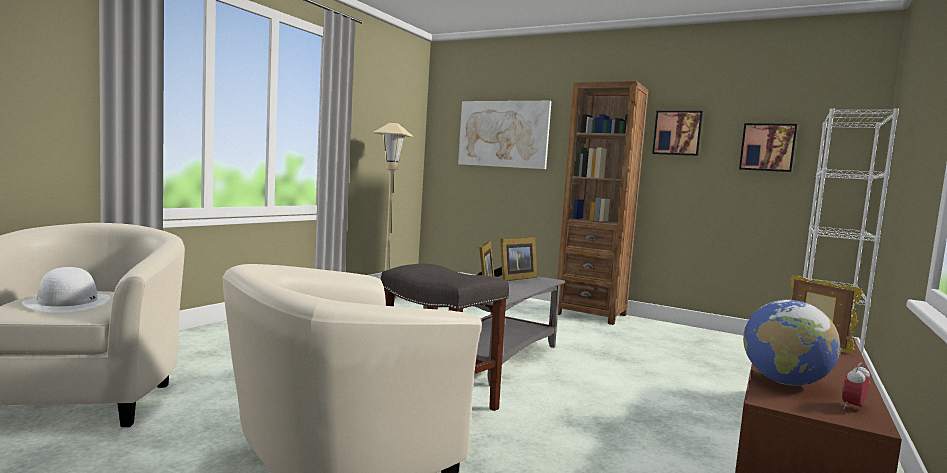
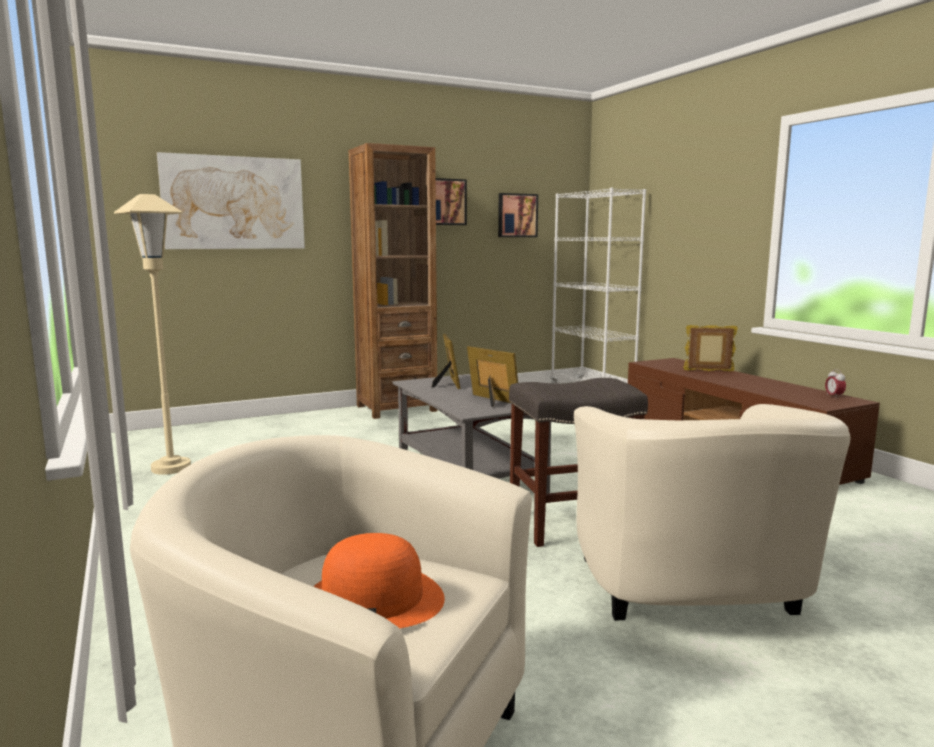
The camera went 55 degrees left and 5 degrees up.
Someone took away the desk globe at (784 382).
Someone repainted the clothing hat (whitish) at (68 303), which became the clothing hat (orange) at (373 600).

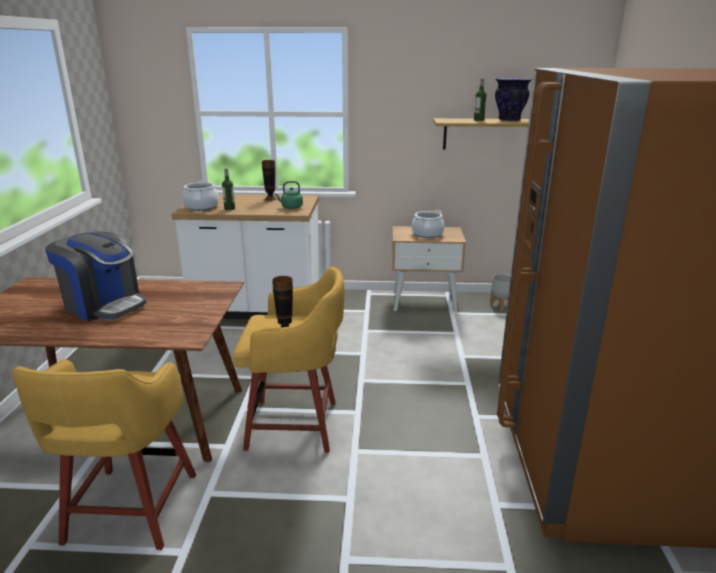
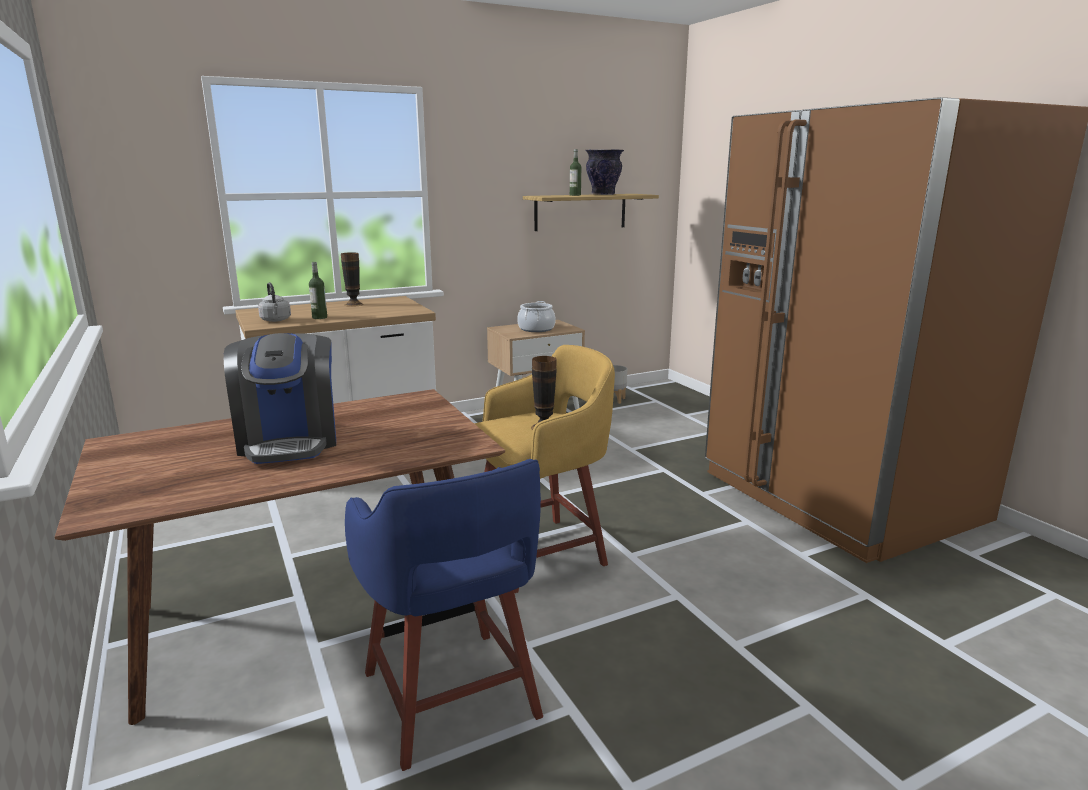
The camera went 30 degrees left and 5 degrees down.
Someone took away the tea kettle (greenish) at (290 207).
Someone swapped the stockpot at (201 207) for the tea kettle (greyish) at (276 320).
Someone repainted the sitting stool (yellow) at (129 511), which became the sitting stool (blue-coloured) at (451 699).
Someone rotated the coffee maker at (104 305) by 75 degrees clockwise.

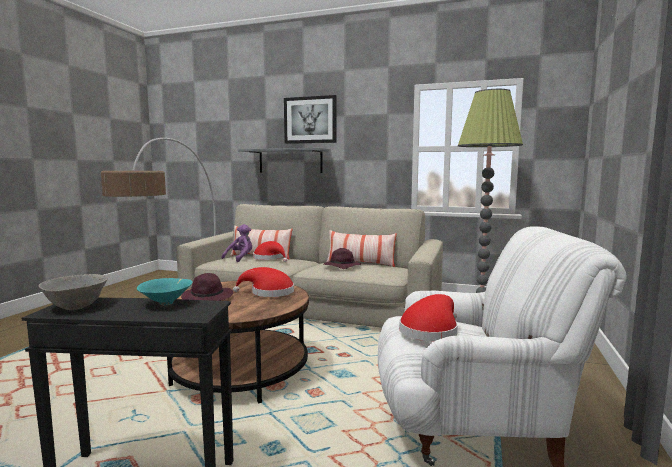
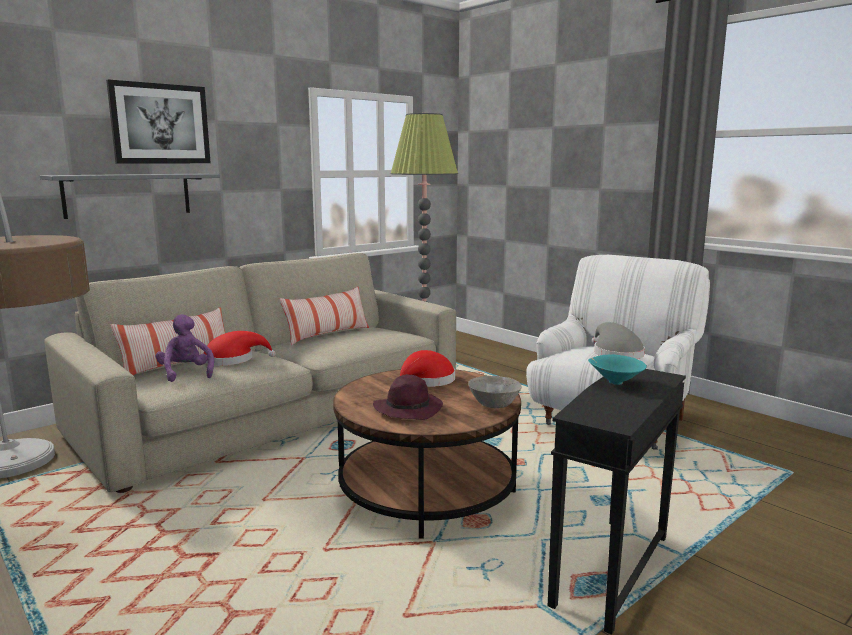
The camera went 60 degrees left and 5 degrees up.
Someone took away the clothing hat (purplish) at (341 266).
Someone carried the deep dish (greyish) from (77 306) to (493 405).
Someone repainted the clothing hat (red) at (430 331), which became the clothing hat (greyish) at (615 353).

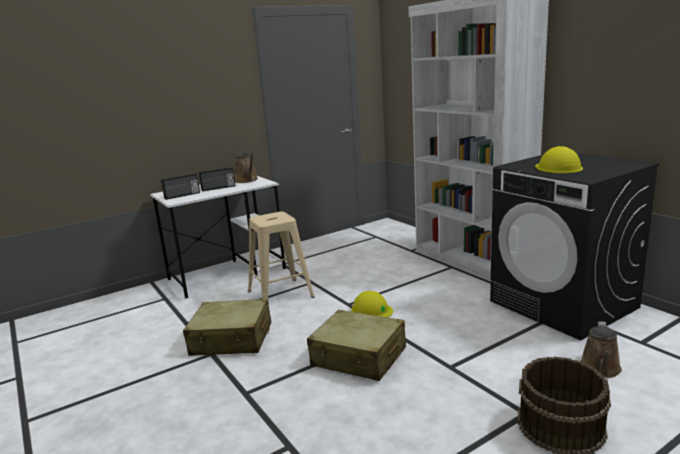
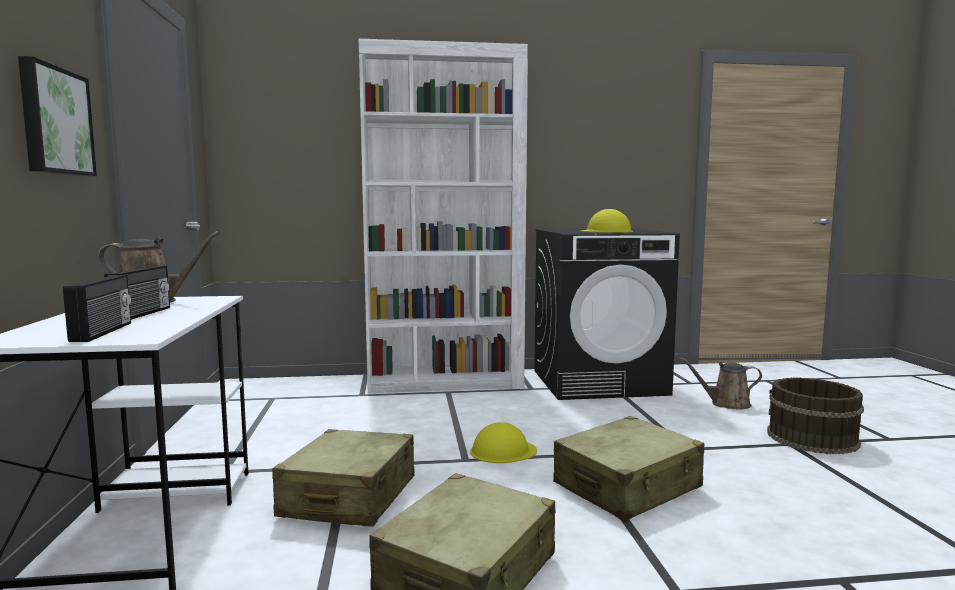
The camera went 65 degrees left and 10 degrees down.
Someone put up the picture at (54 121).
Someone swapped the sitting stool (sand-coloured) at (280 294) for the travel case (sand-coloured) at (348 497).
Someone rotated the sprinkling can (brownish) at (600 369) by 135 degrees clockwise.

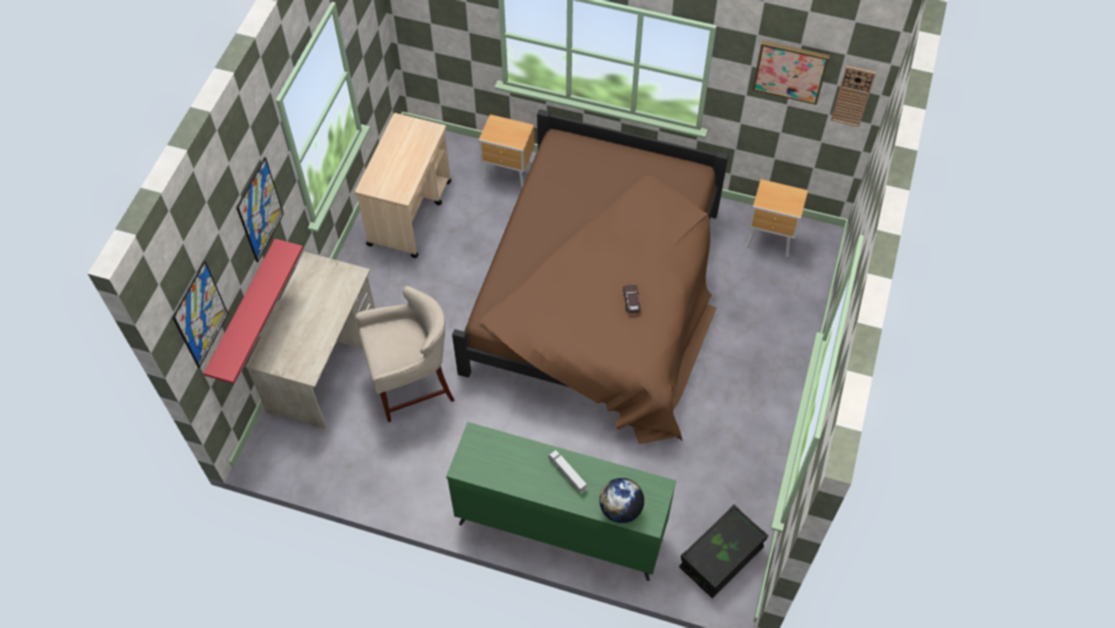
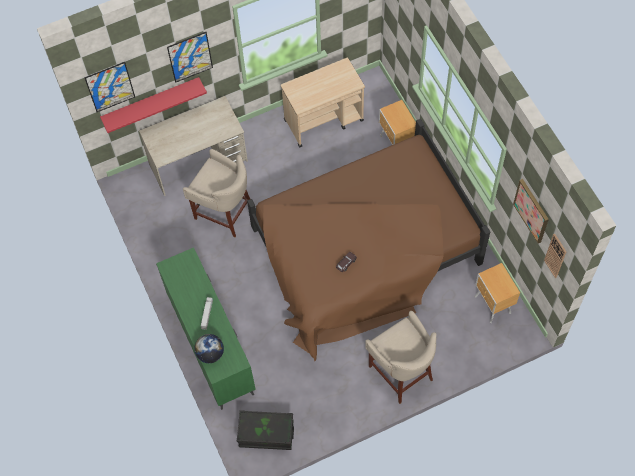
The camera went 50 degrees right and 5 degrees up.
Someone put down the sitting stool (sand-coloured) at (401 371).

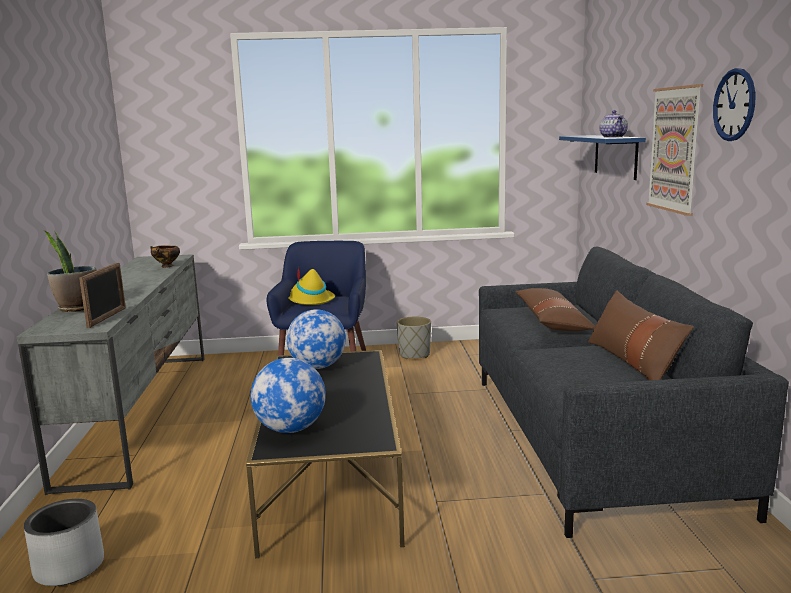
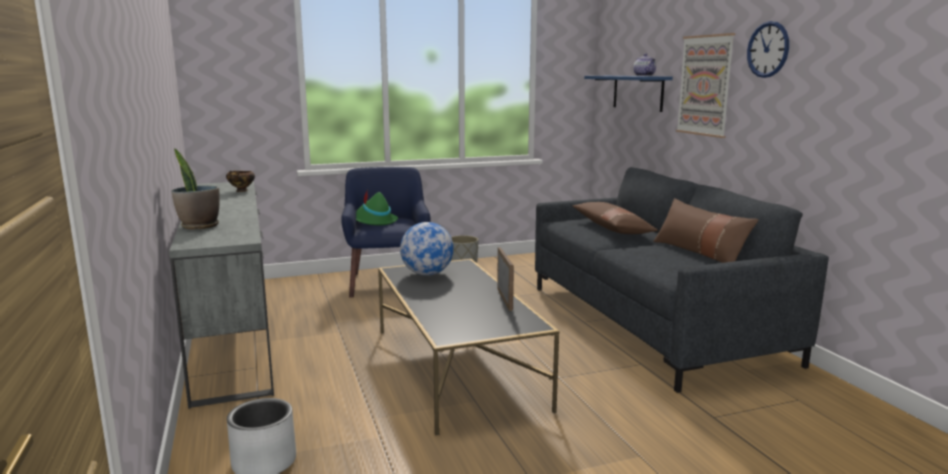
The camera went 15 degrees left and 0 degrees up.
Someone took away the desk globe at (291 429).
Someone carried the photo frame from (107 317) to (504 299).
Someone repainted the clothing hat (yellow) at (309 299), which became the clothing hat (greenish) at (373 221).

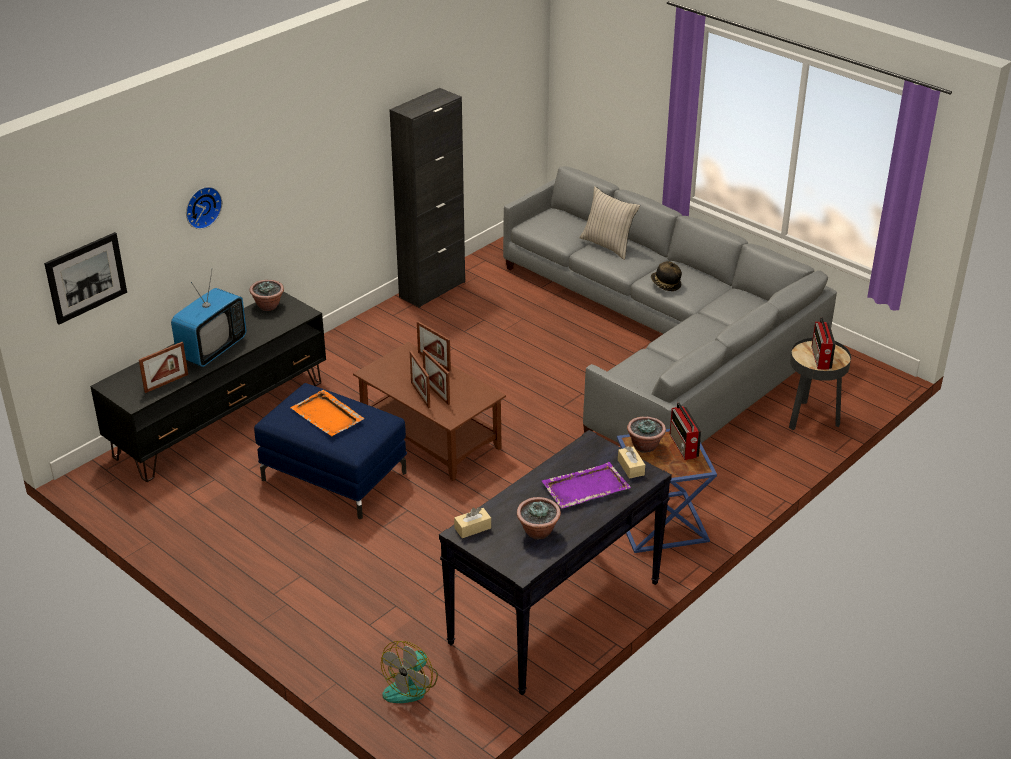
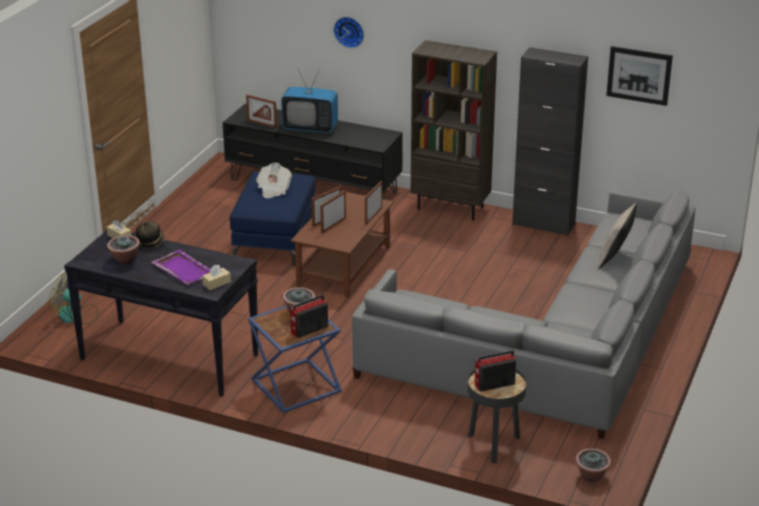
The camera went 70 degrees right and 5 degrees down.
Someone put down the bookcase (brownish) at (451 208).
Someone carried the picture from (86 277) to (639 75).
Someone carried the plant in a pot from (268 306) to (591 476).
Someone carried the clothing hat from (665 284) to (150 242).
Someone swapped the carrying tray (orange) at (327 416) for the newspaper at (273 190).

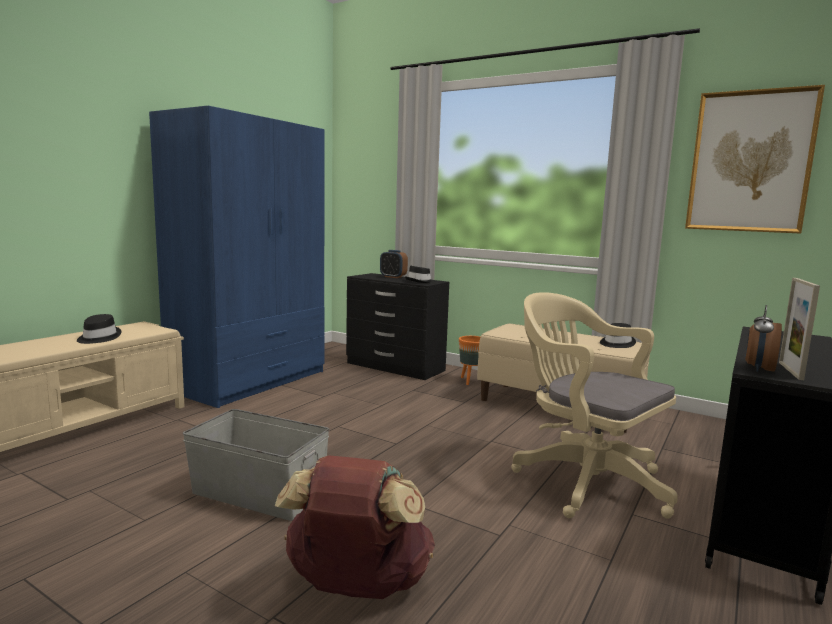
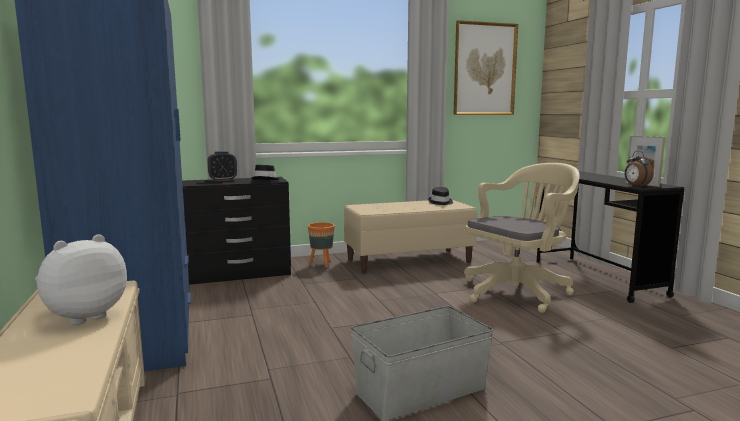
The camera went 50 degrees left and 0 degrees up.
Someone took away the backpack (brownish) at (356 587).
Someone swapped the clothing hat (black-coloured) at (98 338) for the plush toy at (83 316).
Someone rotated the computer chair (sand-coloured) at (584 480) by 150 degrees clockwise.

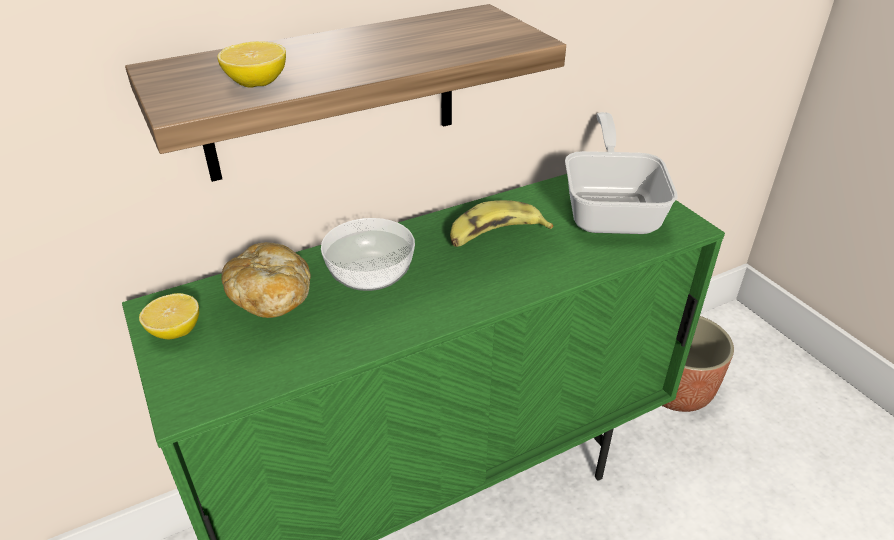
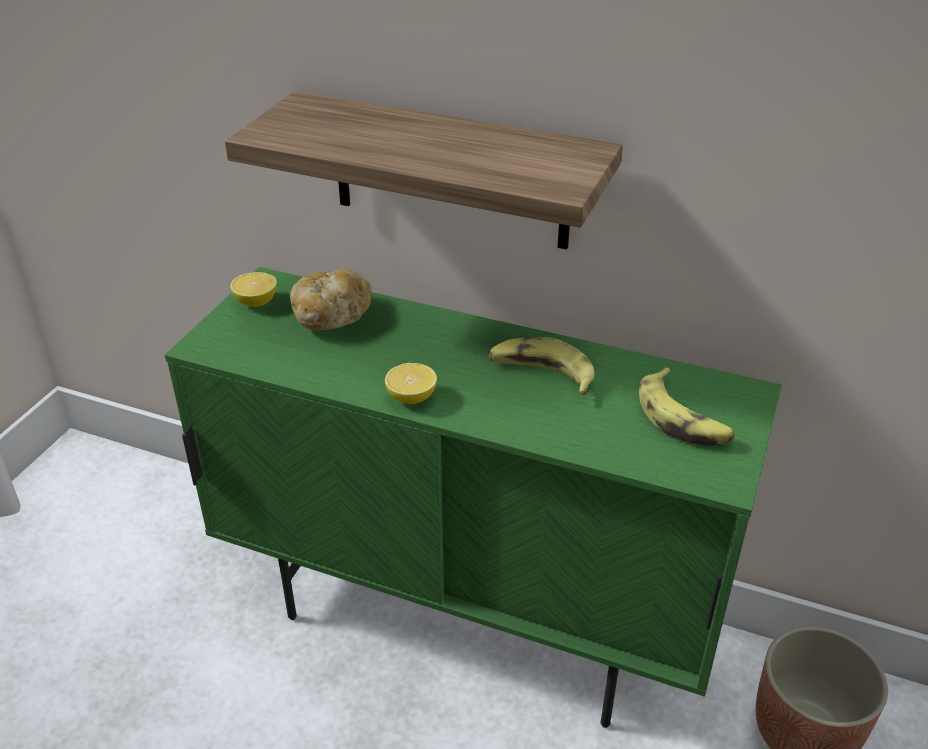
The camera went 50 degrees right and 0 degrees up.
Someone took away the deep dish at (369 273).
Someone carried the lemon from (257 83) to (411 397).
Someone swapped the pan at (611 208) for the banana fruit at (682 419).

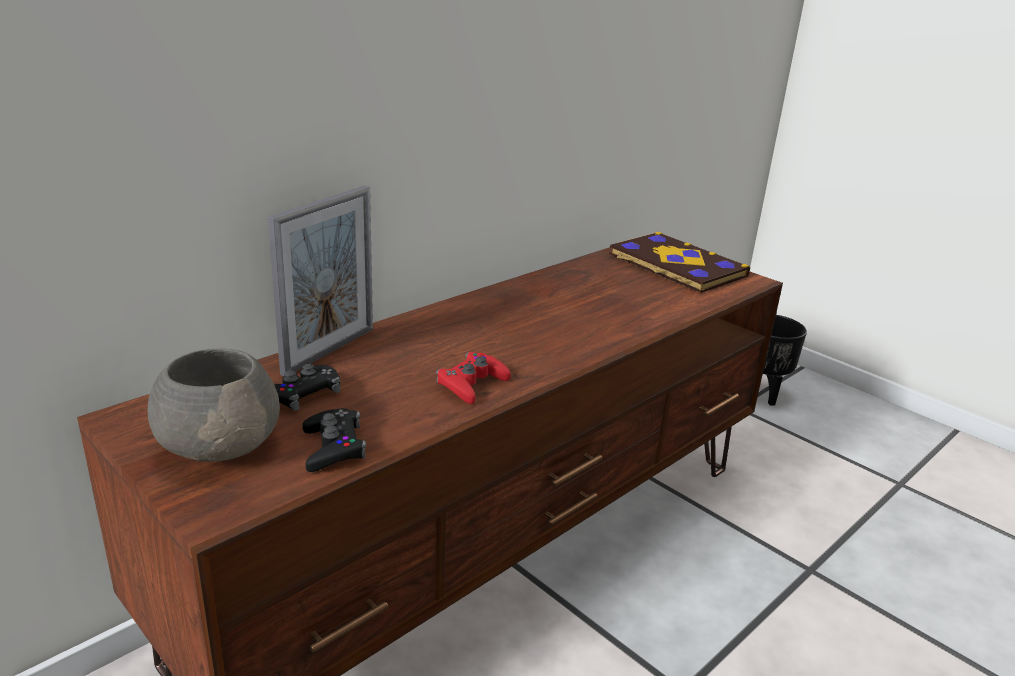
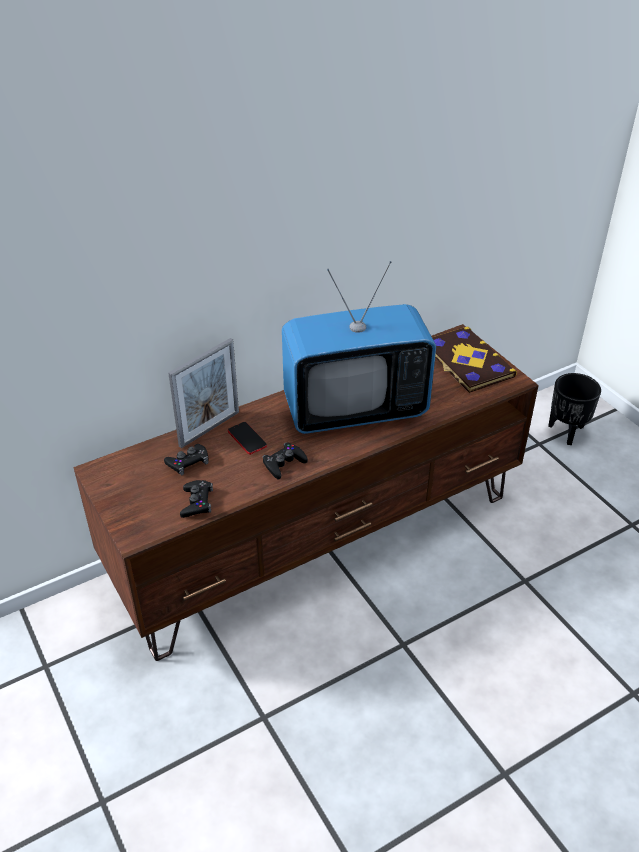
The camera went 15 degrees right and 15 degrees up.
Someone took away the deep dish (greyish) at (220 444).
Someone put down the telephone at (247 439).
Someone put down the TV at (355 409).
Someone repainted the gamepad (red) at (472 384), which became the gamepad (black-coloured) at (284 464).

